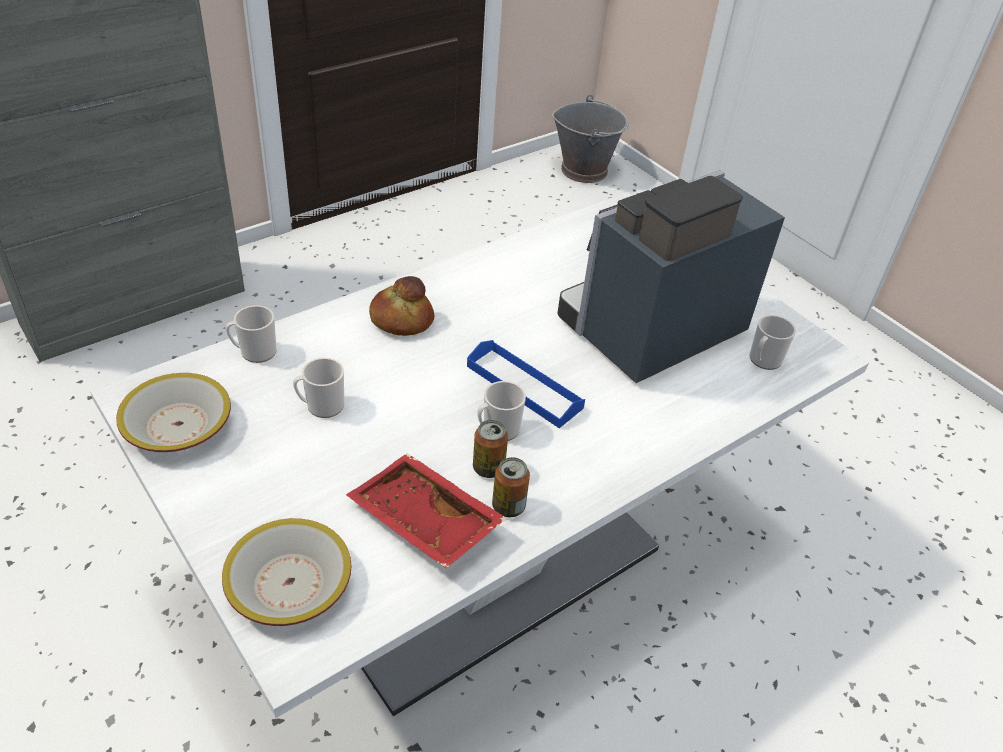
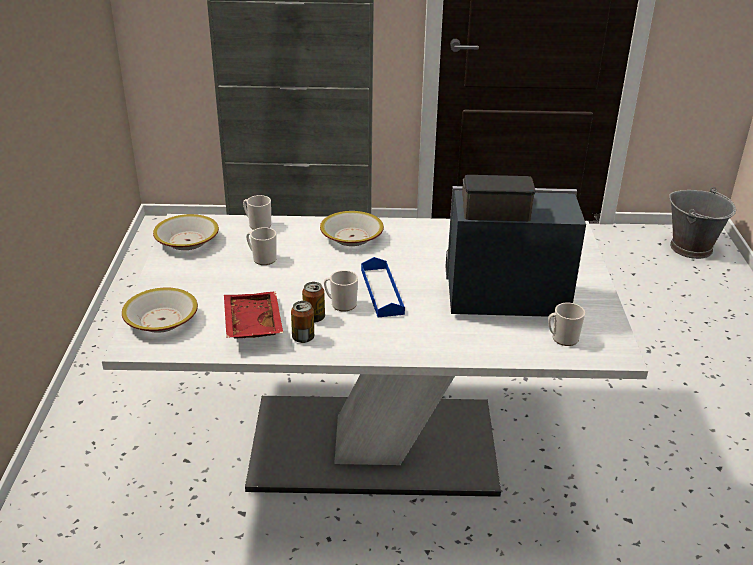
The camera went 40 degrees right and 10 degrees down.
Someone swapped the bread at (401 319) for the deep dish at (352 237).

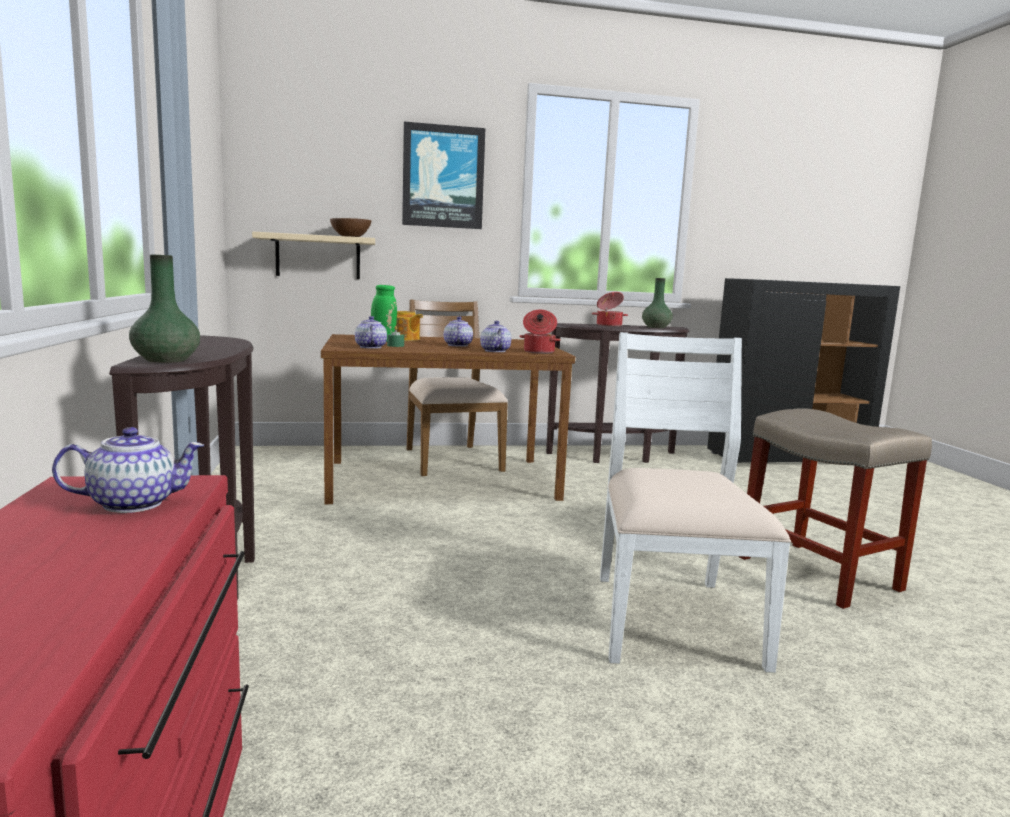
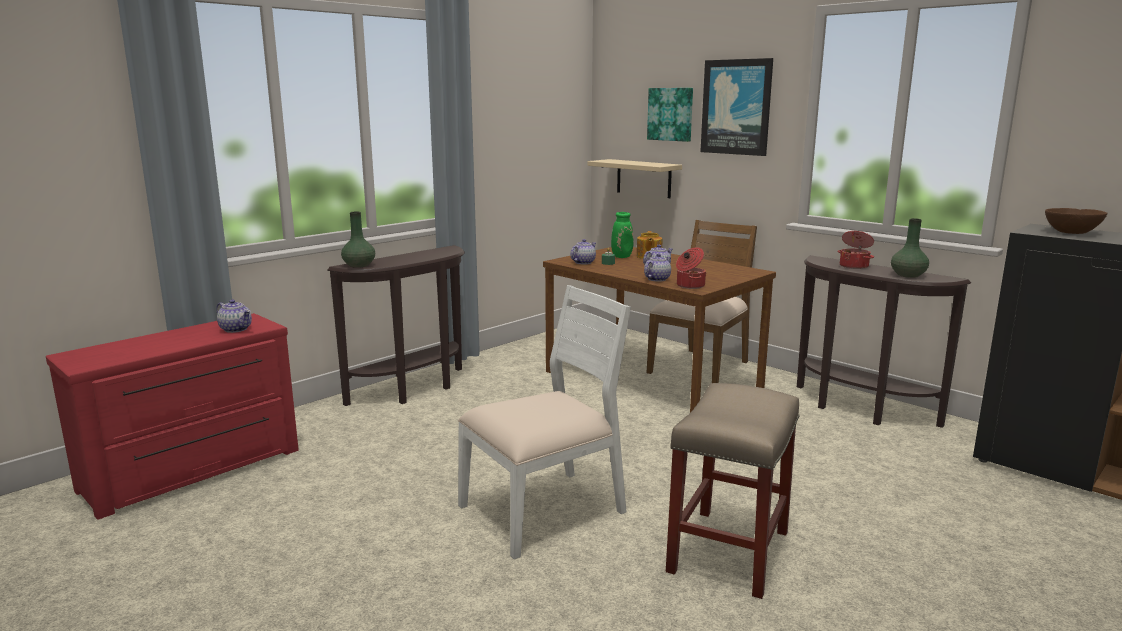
The camera went 55 degrees right and 5 degrees up.
Someone put up the picture at (671 114).
Someone carried the deep dish (brownish) from (350 237) to (1071 232).

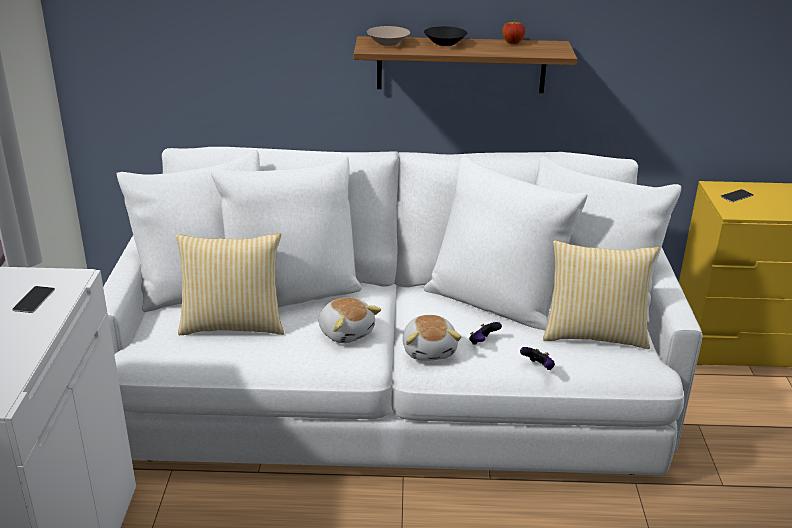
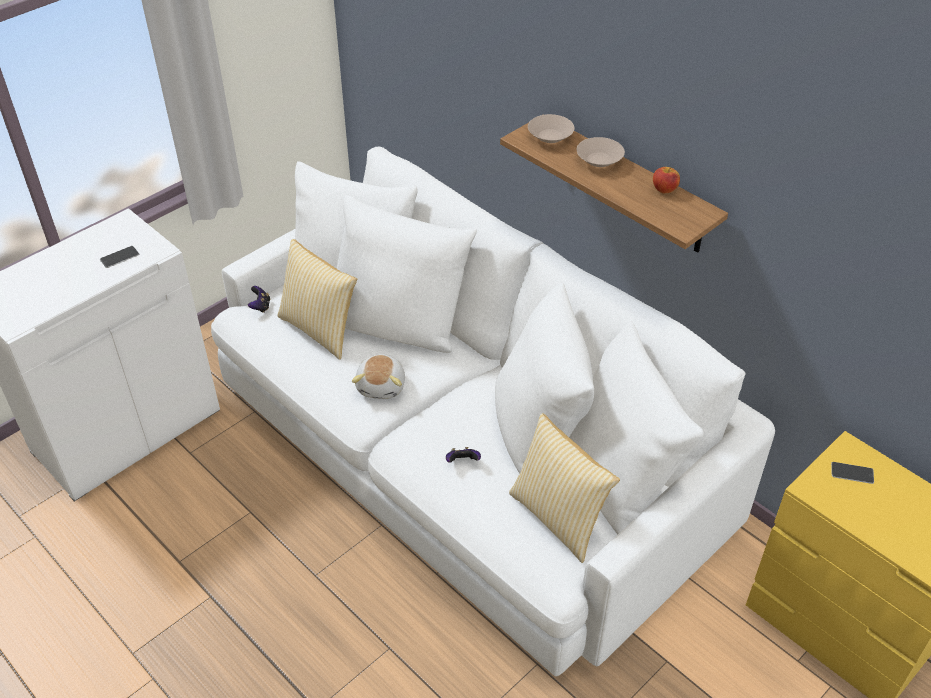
The camera went 45 degrees right and 15 degrees up.
Someone took away the plush toy at (429 350).
Someone carried the gamepad from (538 367) to (260 306).
Someone repainted the deep dish (black-coloured) at (444 43), which became the deep dish (sand-coloured) at (598 161).

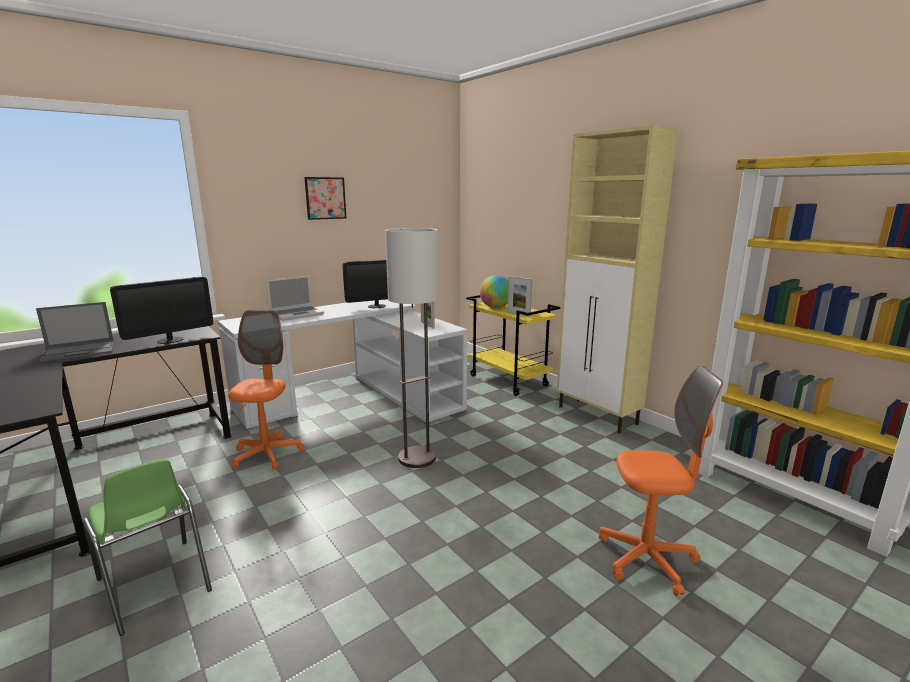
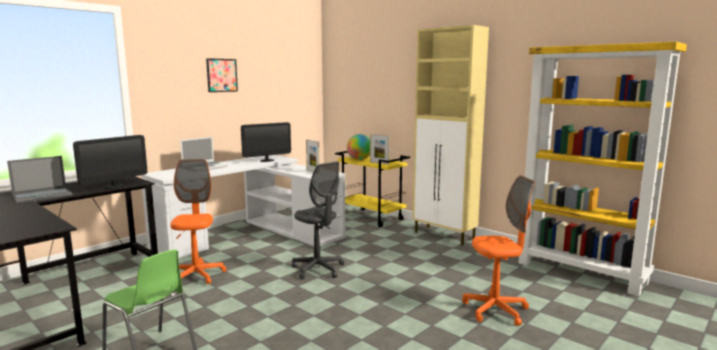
The camera went 10 degrees left and 5 degrees down.
Someone swapped the standing lamp at (417 458) for the computer chair (greyish) at (318 269).

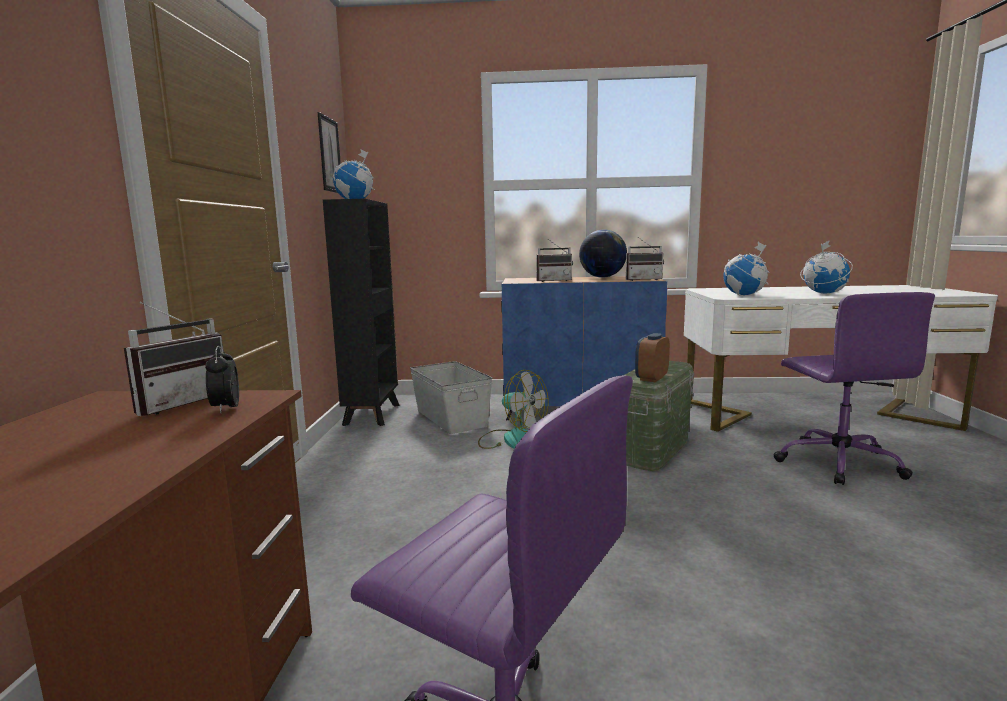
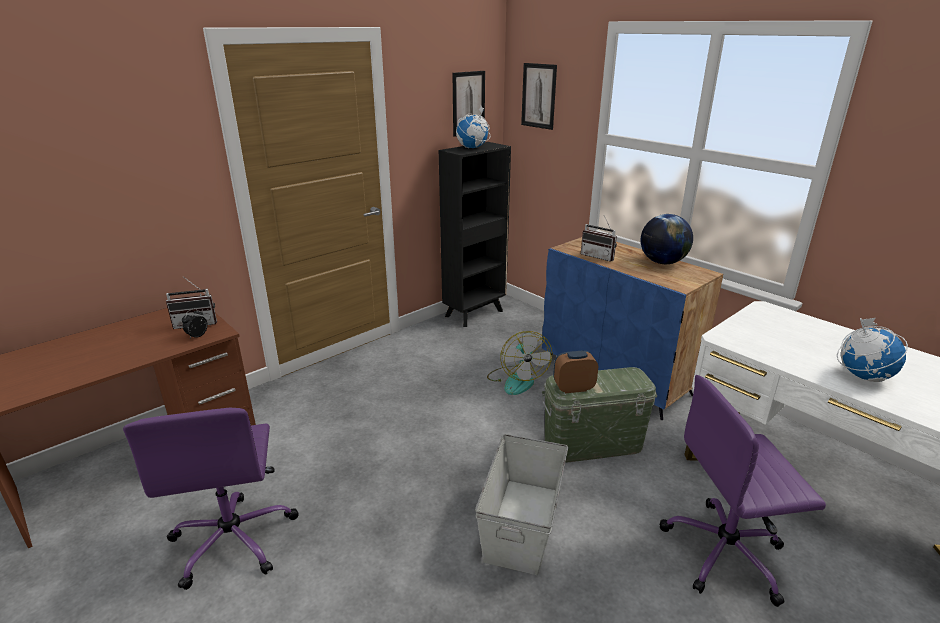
The camera went 45 degrees right and 15 degrees up.
Someone took away the radio at (643 279).
Someone took away the desk globe at (744 295).
Someone put up the picture at (538 96).
Someone carried the storage bin (greyish) from (451 418) to (523 523).
Someone rotated the computer chair (purplish) at (838 462) by 45 degrees clockwise.

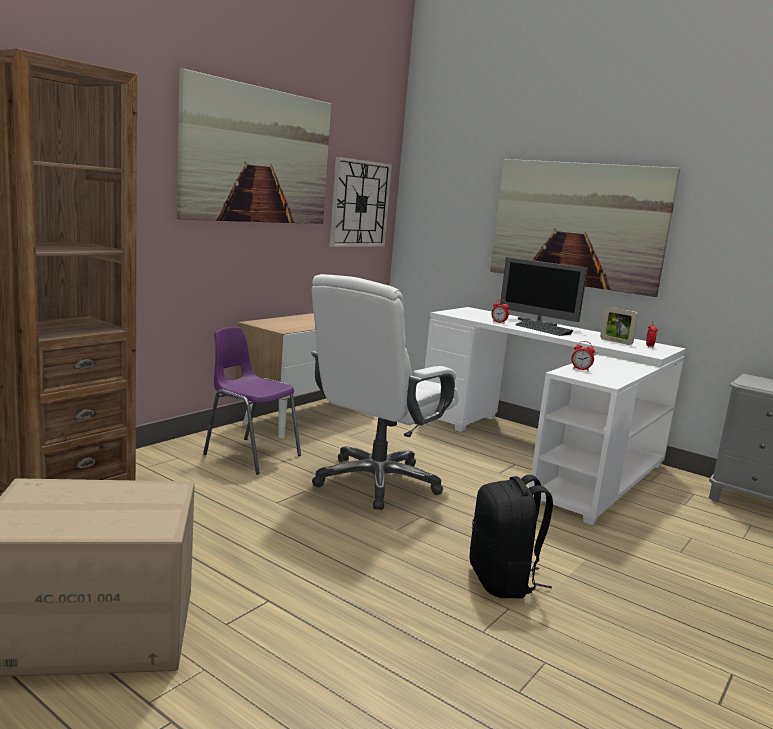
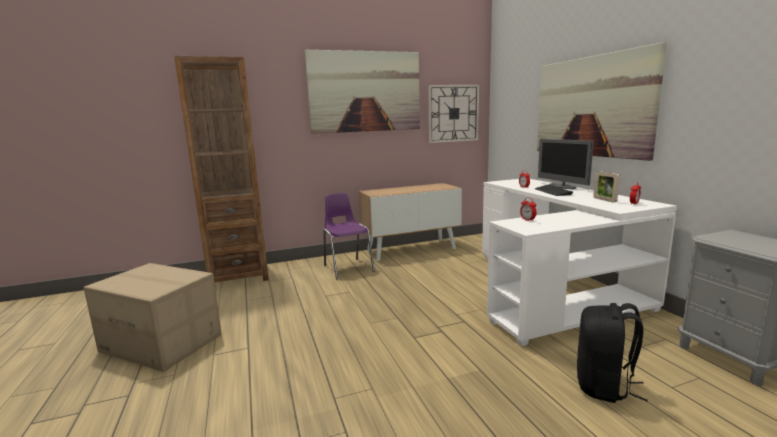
The camera went 35 degrees right and 0 degrees up.
Someone took away the computer chair (whitish) at (376 482).
Someone carried the backpack (black-coloured) from (503 581) to (604 386).

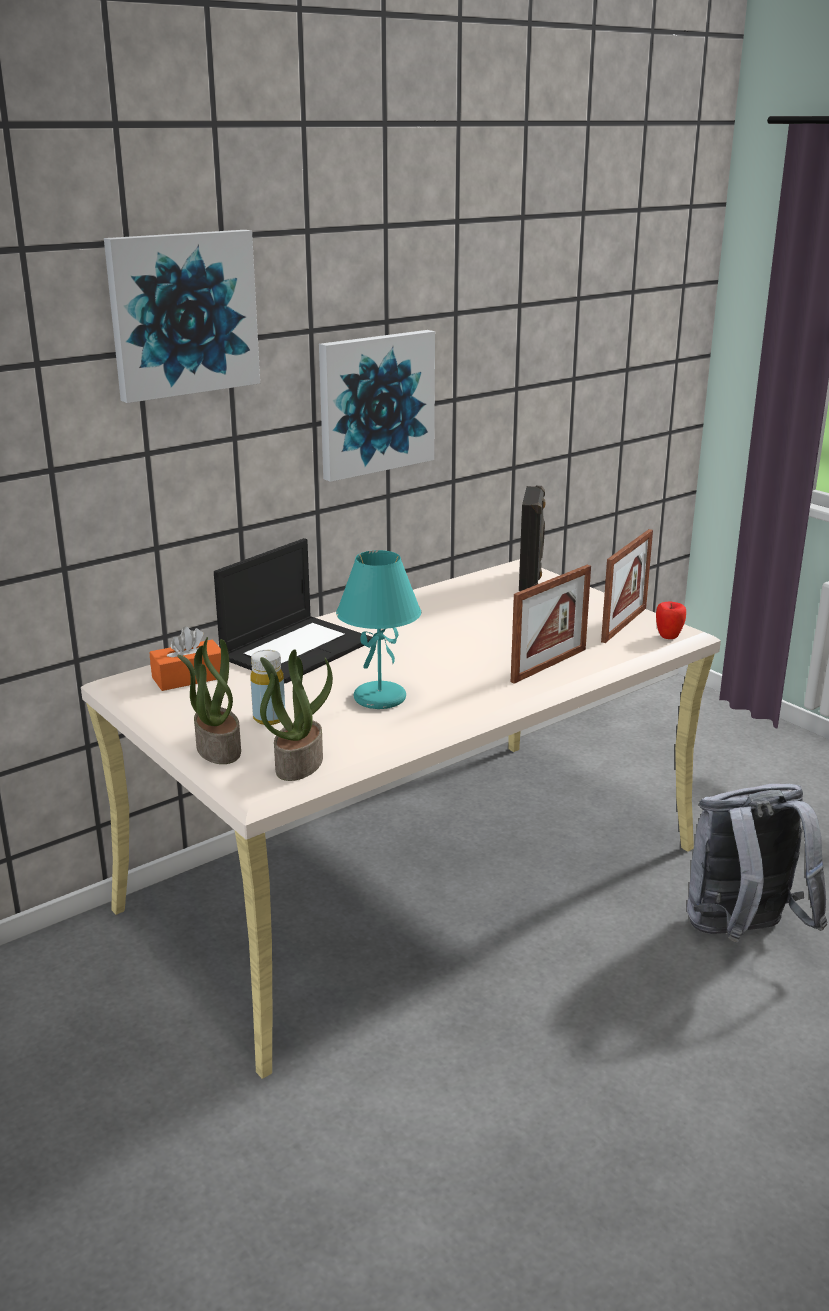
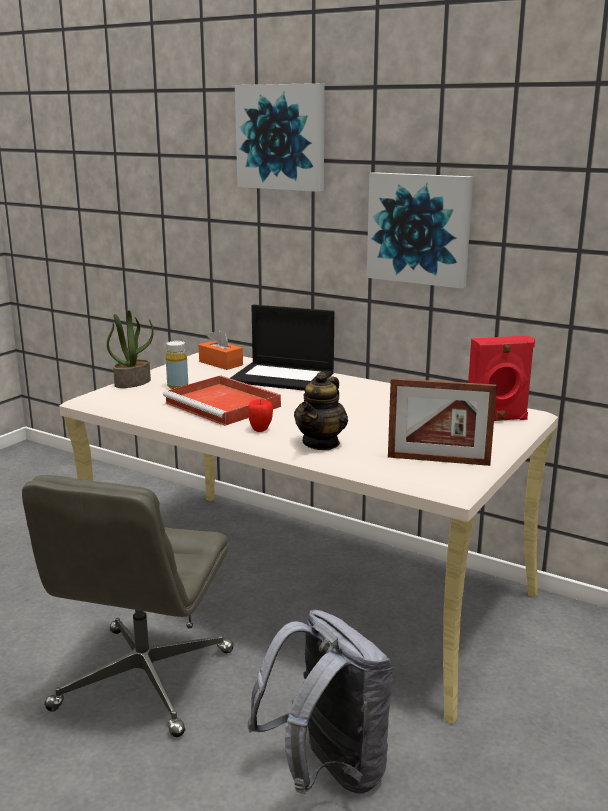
The camera went 70 degrees right and 5 degrees down.
Someone took away the plant in a pot at (298 764).
Someone put down the computer chair (greyish) at (143 681).
Someone carried the whole apple from (668 636) to (260 430).
Someone swapped the table lamp (turquoise) at (380 698) for the carrying tray (red) at (224 405).
Someone swapped the photo frame at (549 665) for the teapot at (321 443).
Someone repainted the speaker (black-coloured) at (531 581), which became the speaker (red) at (497 420).

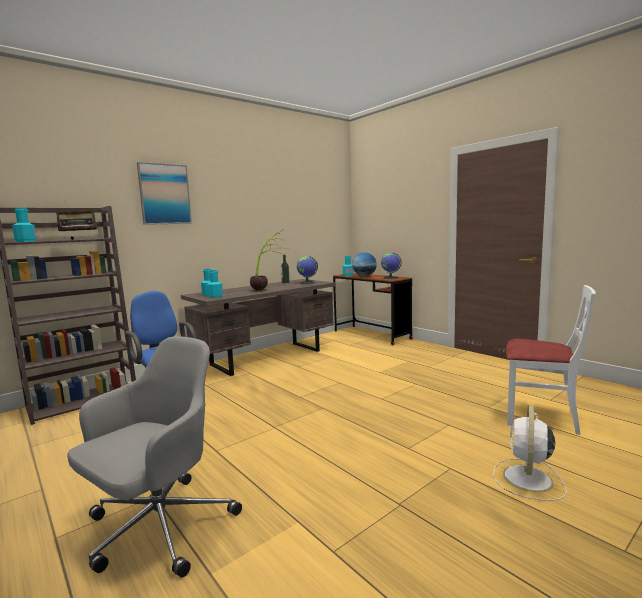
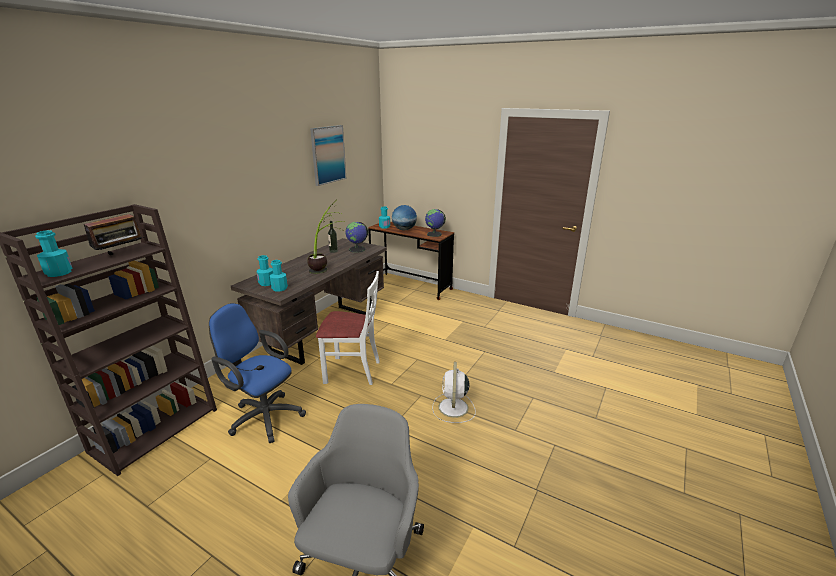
The camera went 20 degrees left and 15 degrees up.
Someone carried the picture from (164 194) to (328 154).
Someone carried the fan (whitish) from (527 479) to (453 408).
Someone carried the plain chair (whitish) from (541 417) to (352 371).

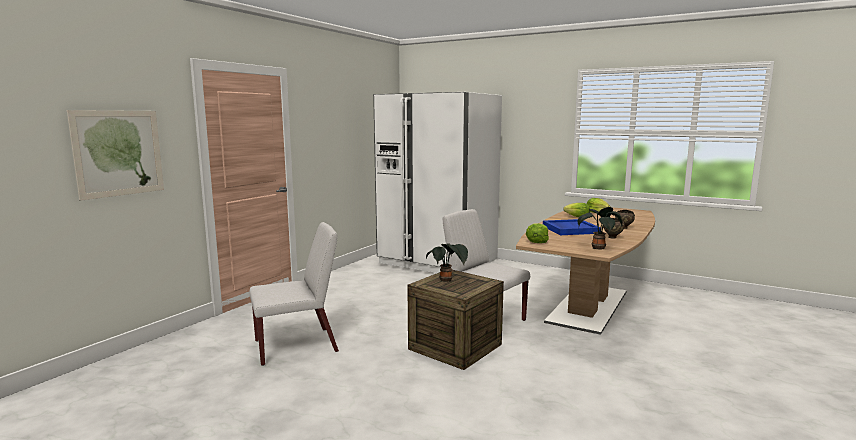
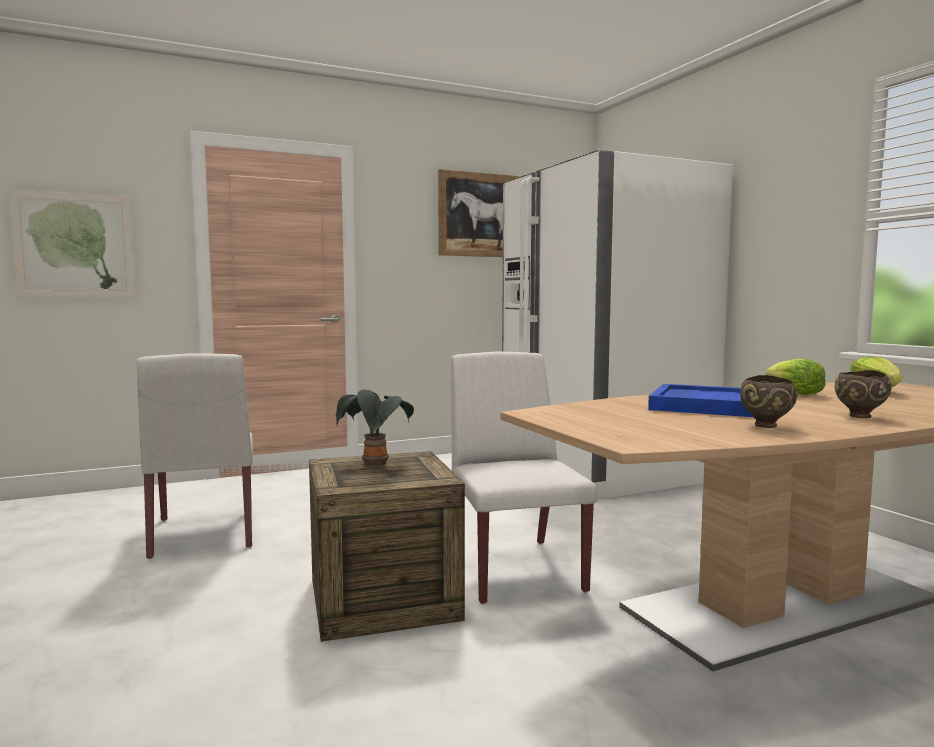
The camera went 35 degrees right and 5 degrees down.
Someone took away the lettuce head at (537 241).
Someone took away the plant in a pot at (598 248).
Someone put up the picture at (482 215).
Someone rotated the plain chair (whitish) at (297 346) by 60 degrees clockwise.

